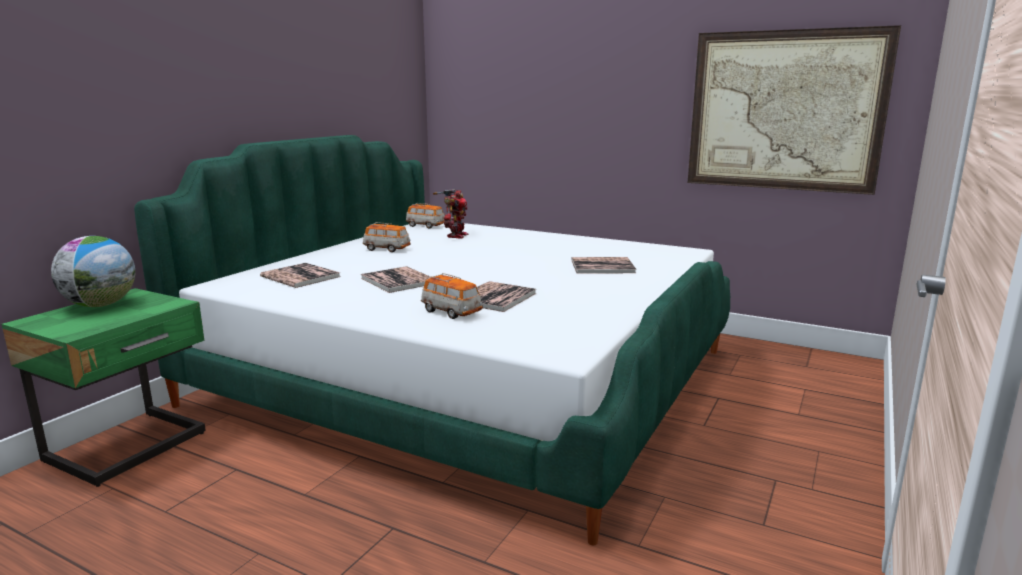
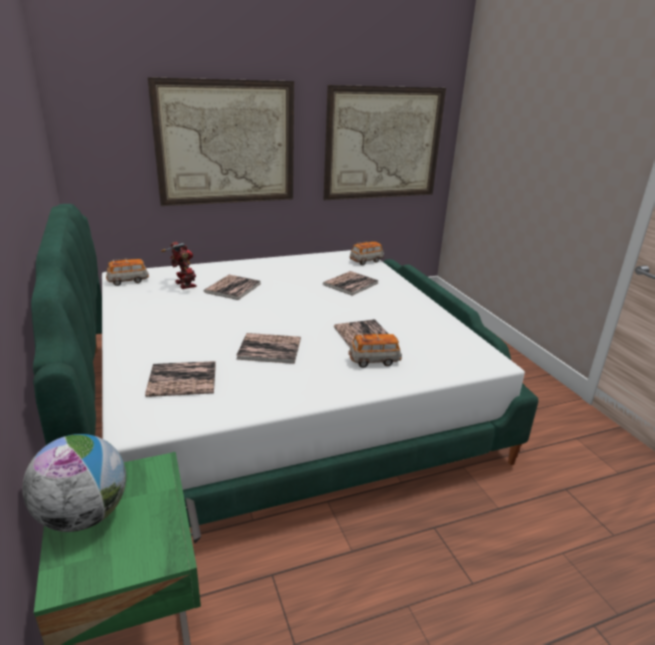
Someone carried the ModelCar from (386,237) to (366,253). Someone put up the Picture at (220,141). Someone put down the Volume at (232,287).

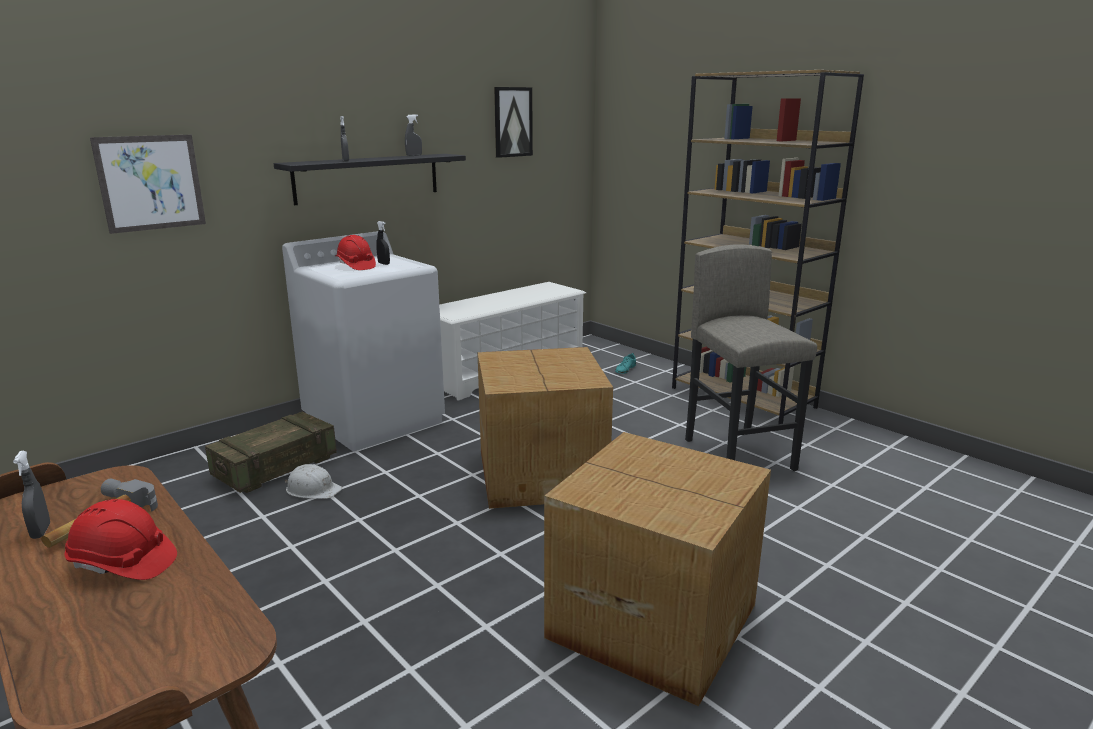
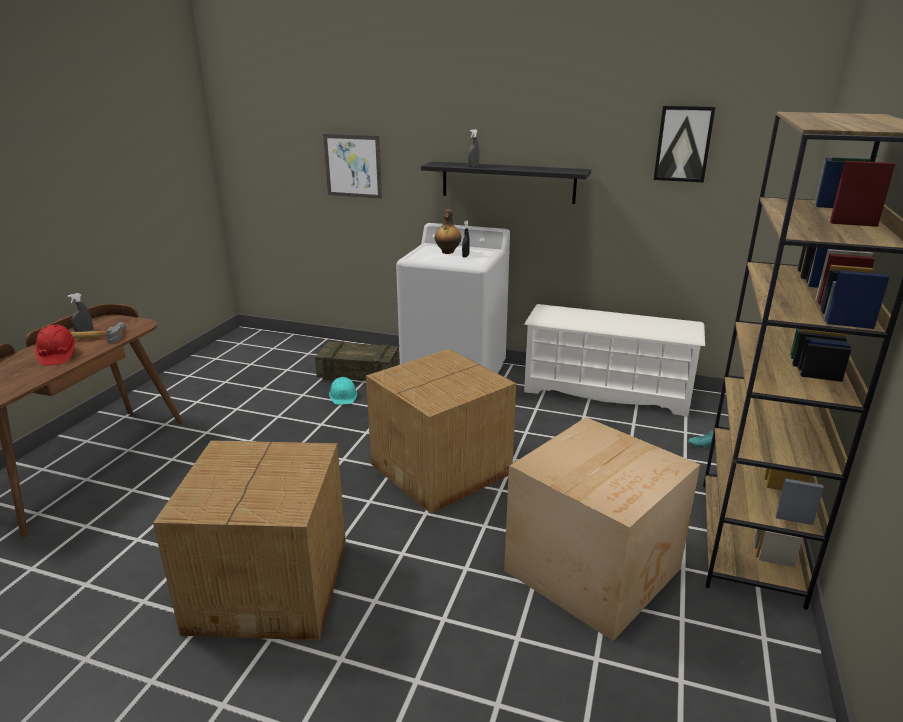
Someone took away the GrayHandSprayer at (413,135). Someone swapped the ReddishHardHat at (356,252) for the Bottle at (448,232). Someone swapped the GraySittingStool at (751,358) for the Carton at (602,529). Someone repainted the WhiteHardHat at (313,481), which became the BlueGreenHardHat at (343,391).

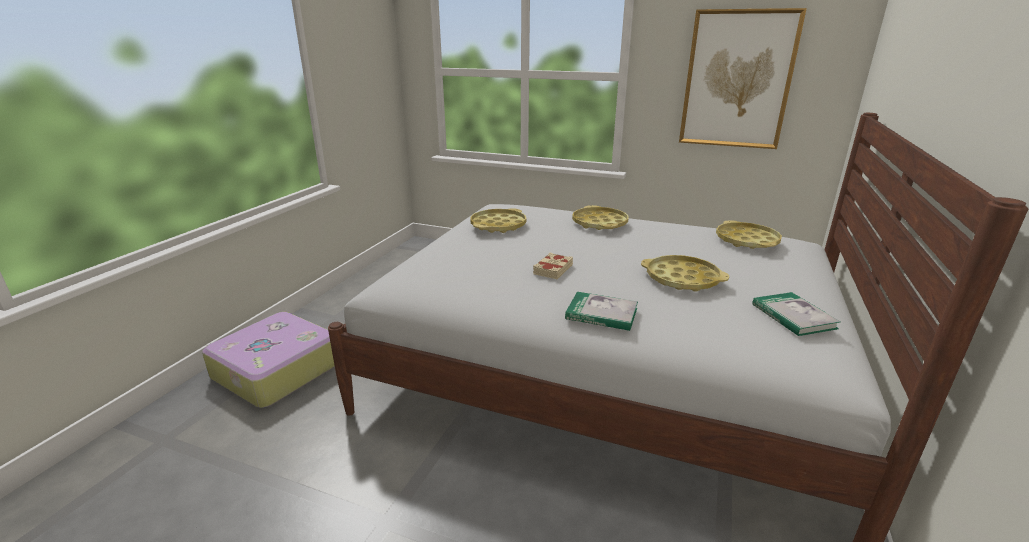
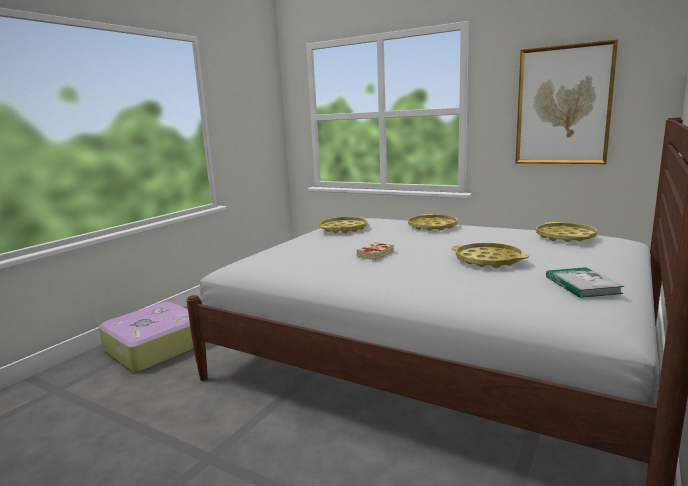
Someone took away the Volume at (601,311).

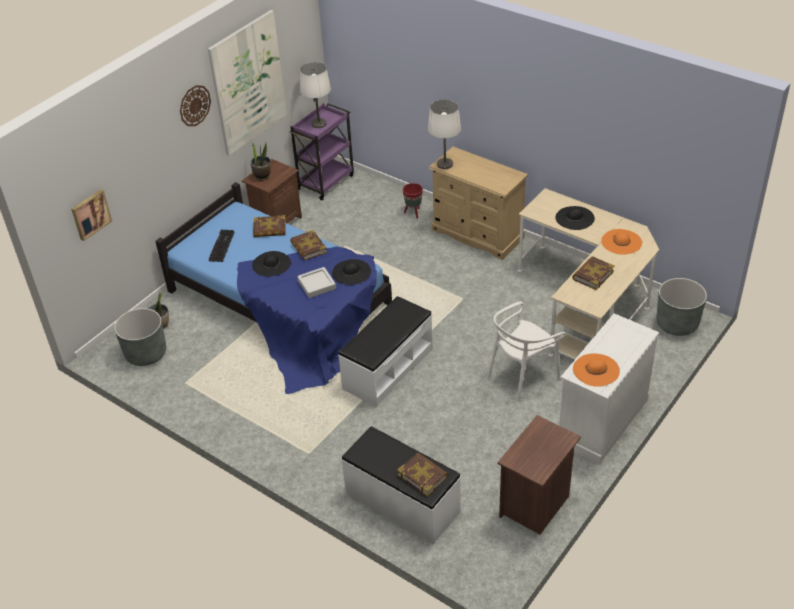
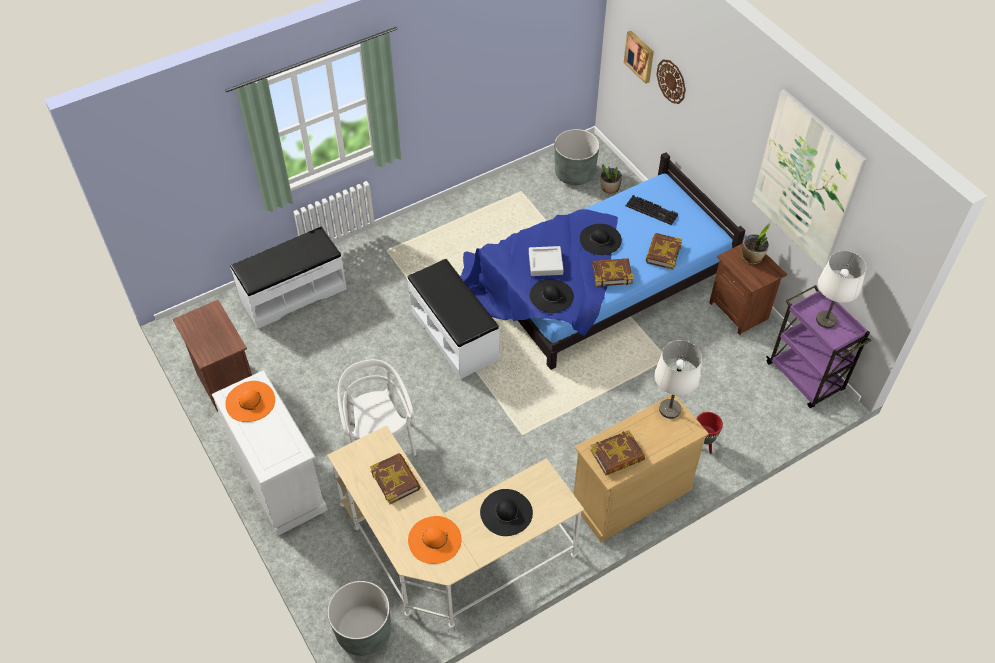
Someone carried the ClockOnTheWall from (195,105) to (671,81). Someone carried the Volume from (423,475) to (617,452).

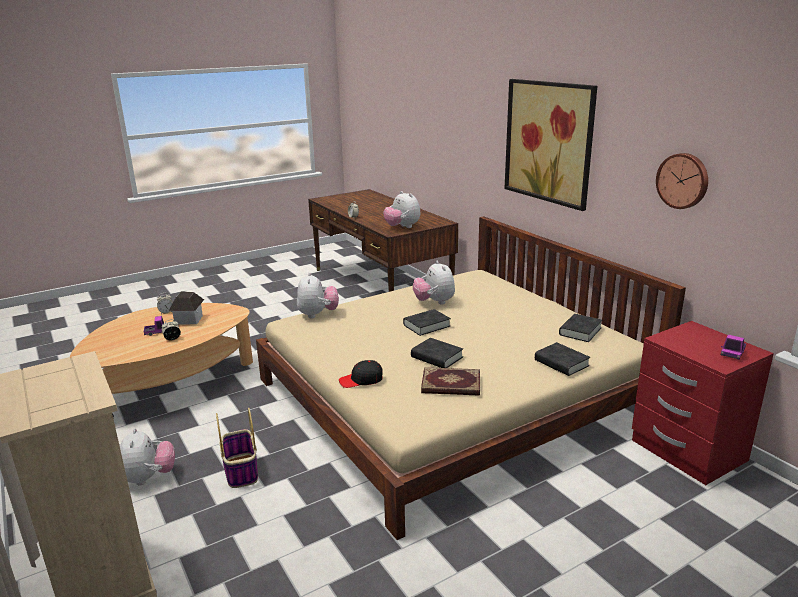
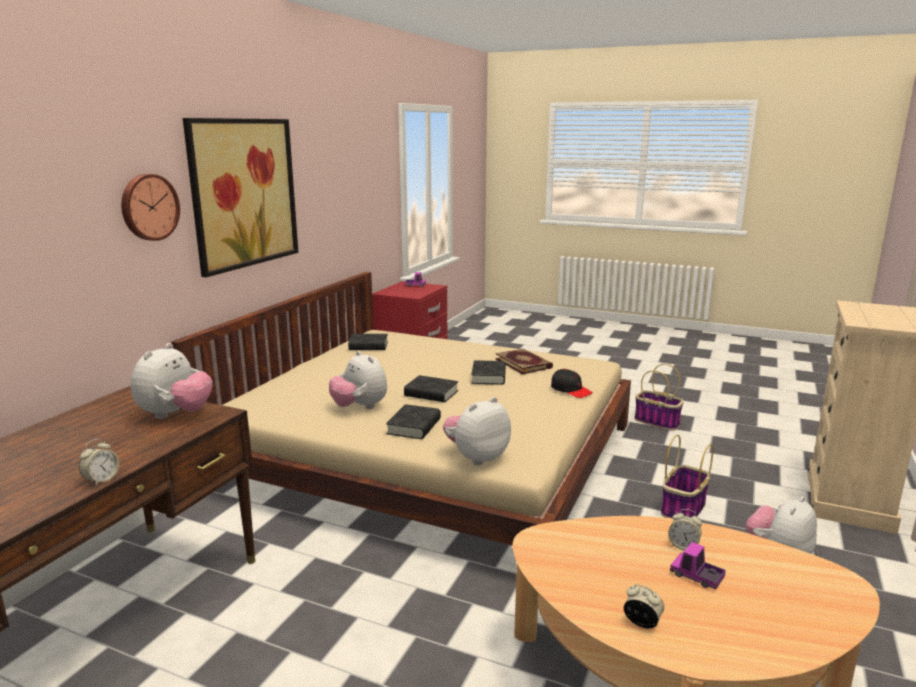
Someone carried the ClockOnTheWall from (682,181) to (150,207). Someone rotated the SoftToy at (434,283) by 105 degrees clockwise. Someone took away the ModelHouse at (186,308). Someone carried the BlackColouredVolume from (562,359) to (413,421). Someone put down the Basket at (659,397).

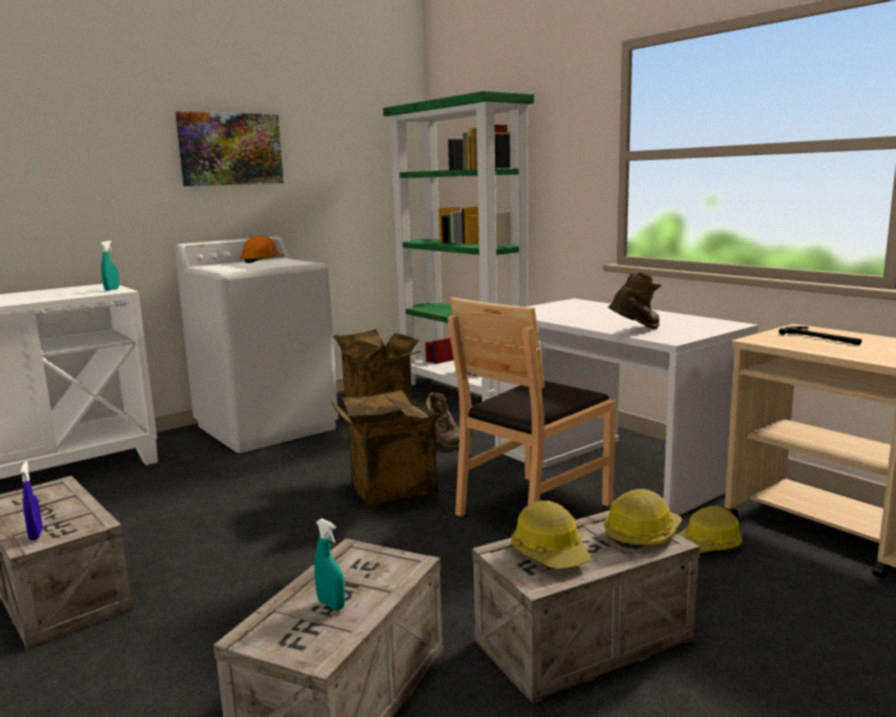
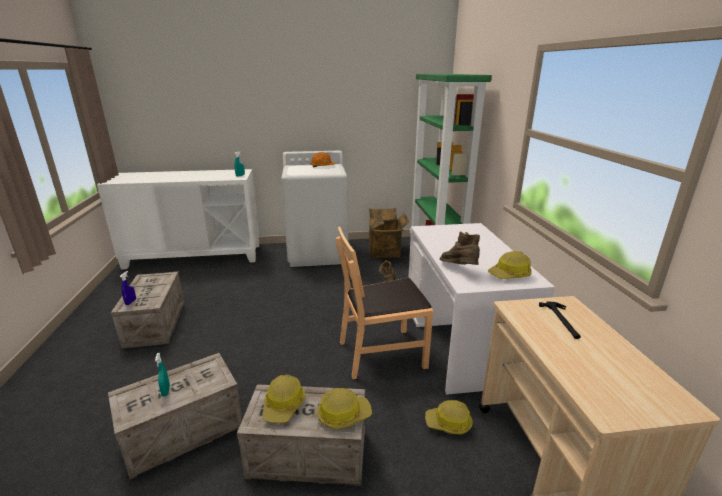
Someone took away the Picture at (229,148). Someone rotated the BrownColouredBoot at (635,300) by 105 degrees counterclockwise. Someone took away the Carton at (387,448). Someone put down the HardHat at (509,265).

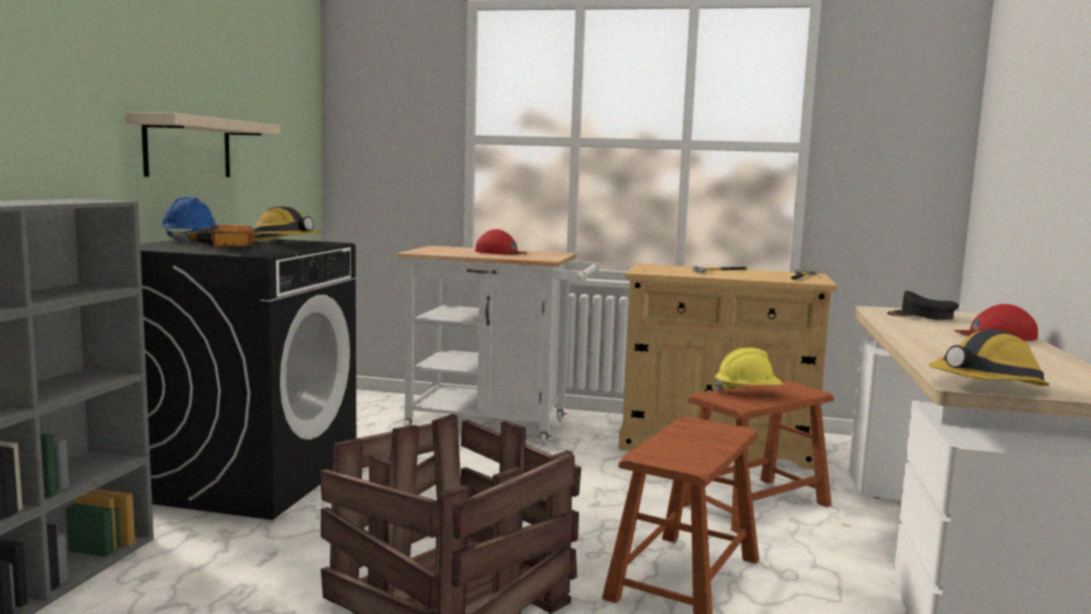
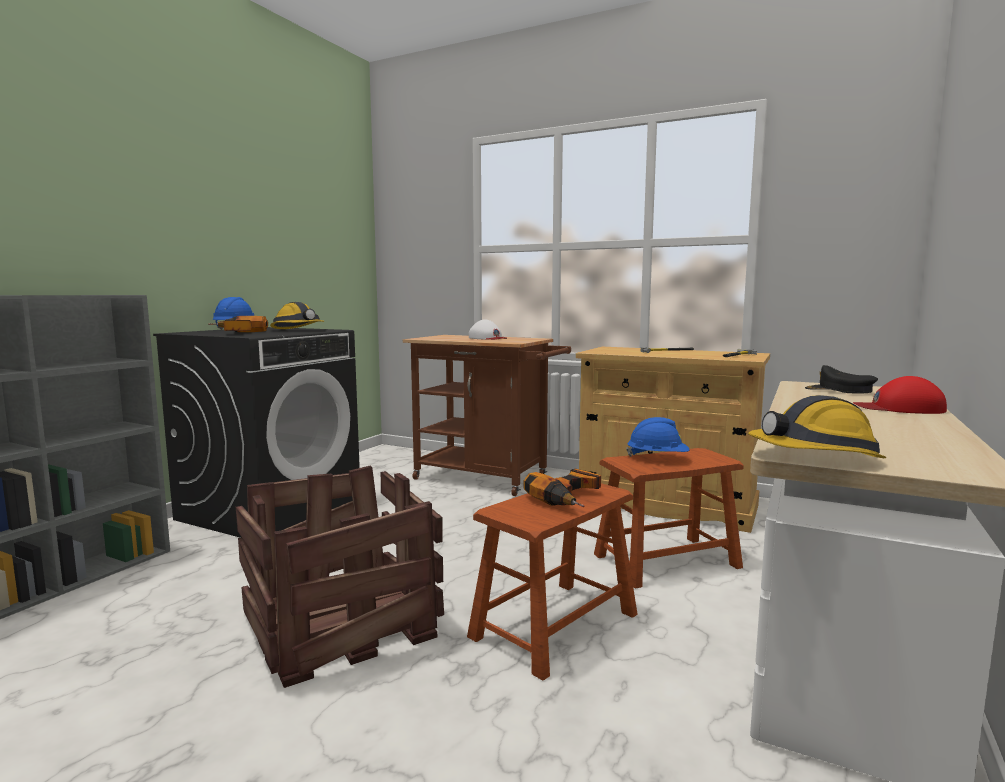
Someone took away the BeigeBracketShelf at (202,144). Someone repainted the ReddishPeakedCap at (501,242), which became the WhitePeakedCap at (488,329). Someone repainted the WhiteTrolley at (498,345), which became the BrownColouredTrolley at (487,415). Someone repainted the YellowishHardHat at (748,370), which became the BluishHardHat at (657,437). Someone put down the Drill at (562,488).

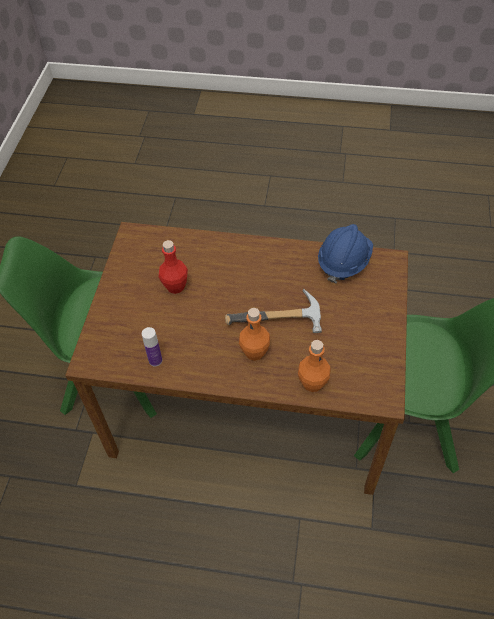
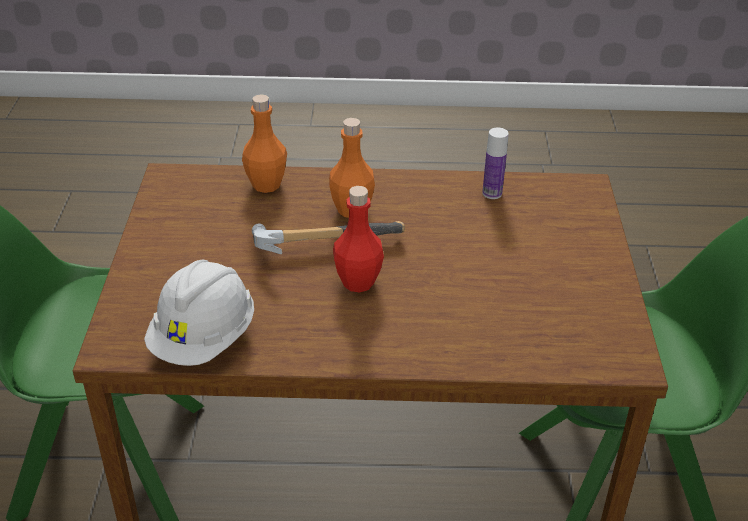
Someone repainted the BluishHardHat at (345,254), which became the WhiteHardHat at (199,313). Someone carried the ReddishBottle from (173,267) to (358,239).

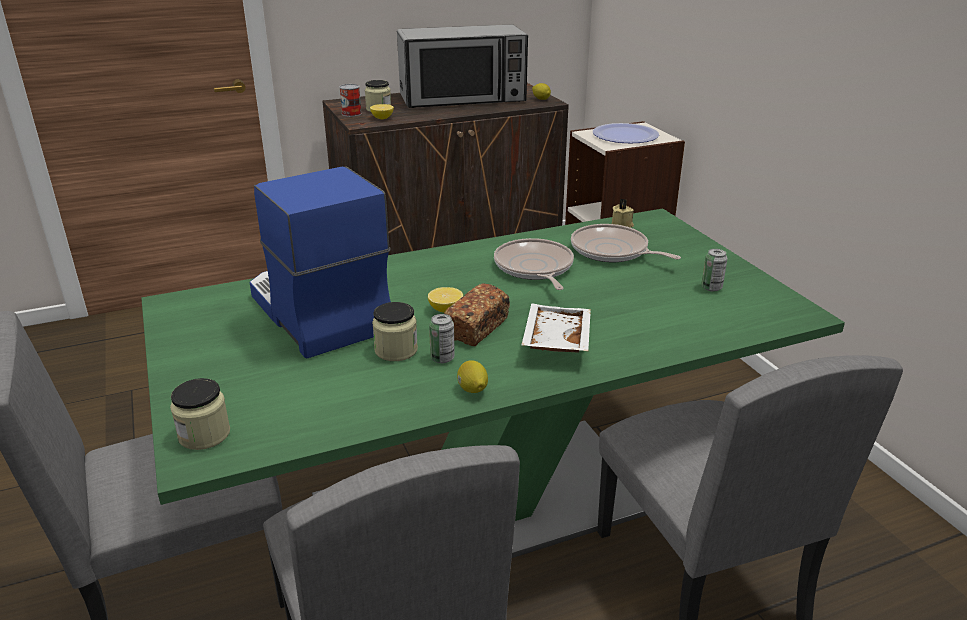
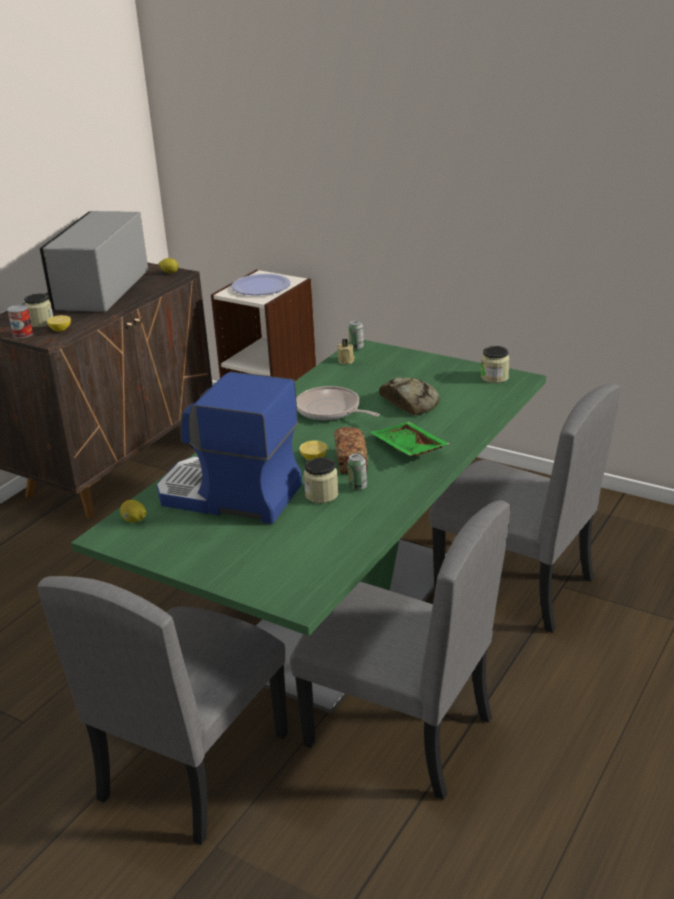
Someone rotated the Microwave at (462,66) by 150 degrees clockwise. Someone took away the Pan at (626,243). Someone carried the MetalCan from (714,270) to (356,335). Someone repainted the WhiteCarryingTray at (556,328), which became the GreenCarryingTray at (410,439). Someone carried the Lemon from (472,376) to (133,511). Someone carried the StorageJar from (200,414) to (495,364). Someone put down the Bread at (409,396).

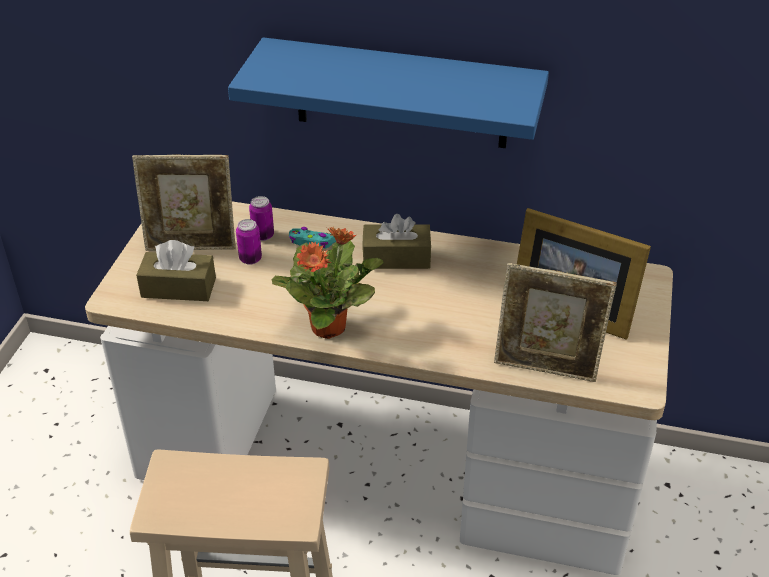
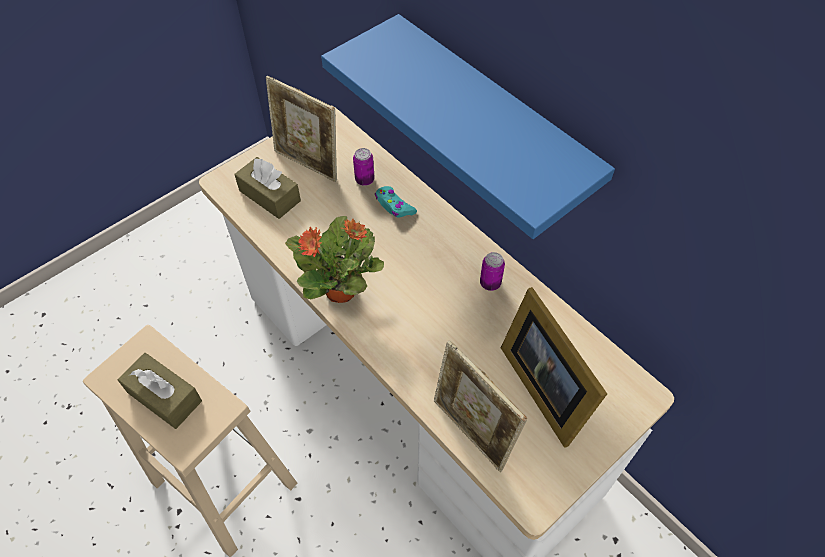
Someone carried the BrownColouredBoxOfTissues from (396,241) to (160,391). Someone carried the MetalCan from (249,242) to (492,271).

